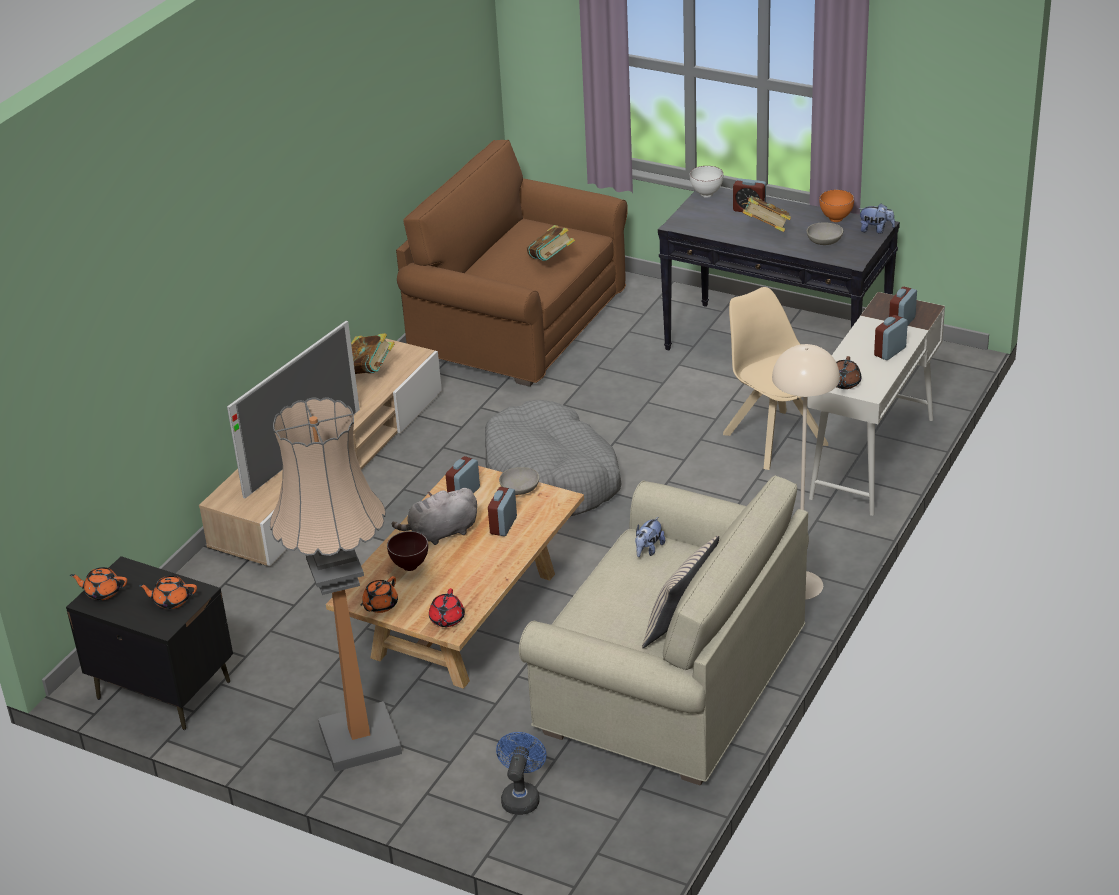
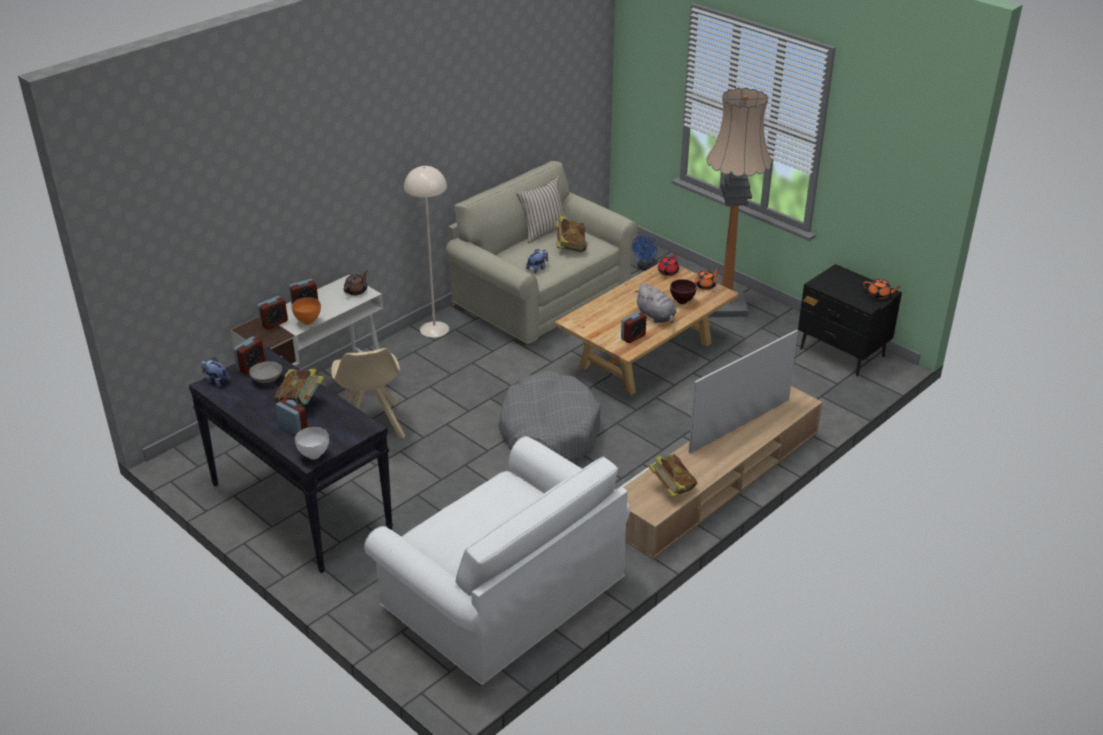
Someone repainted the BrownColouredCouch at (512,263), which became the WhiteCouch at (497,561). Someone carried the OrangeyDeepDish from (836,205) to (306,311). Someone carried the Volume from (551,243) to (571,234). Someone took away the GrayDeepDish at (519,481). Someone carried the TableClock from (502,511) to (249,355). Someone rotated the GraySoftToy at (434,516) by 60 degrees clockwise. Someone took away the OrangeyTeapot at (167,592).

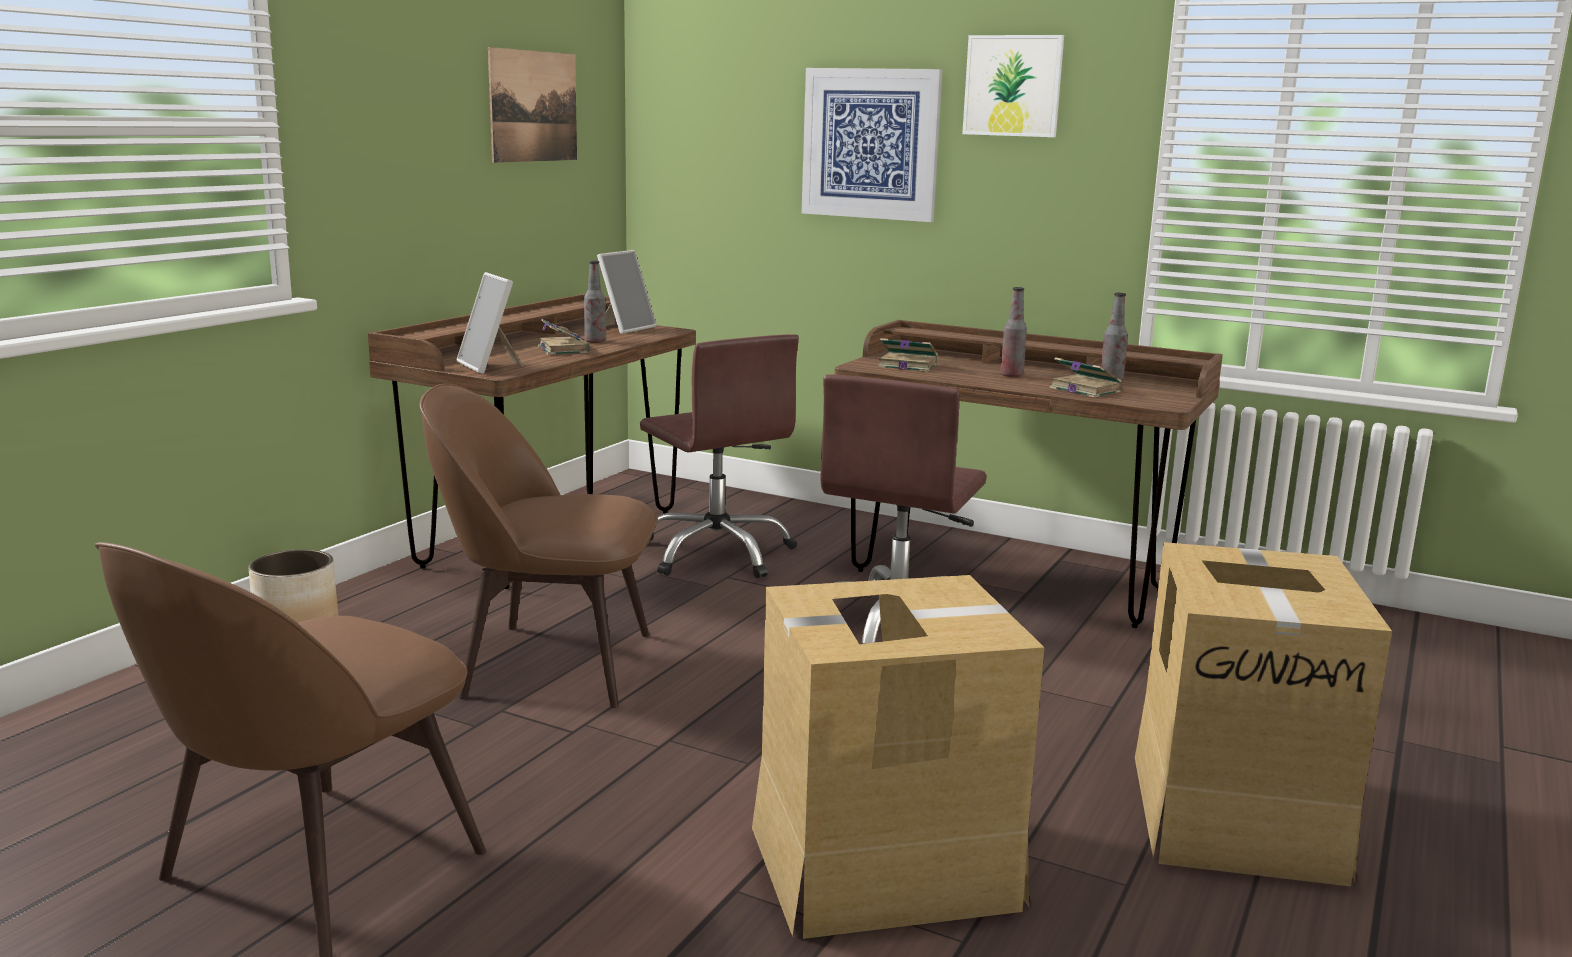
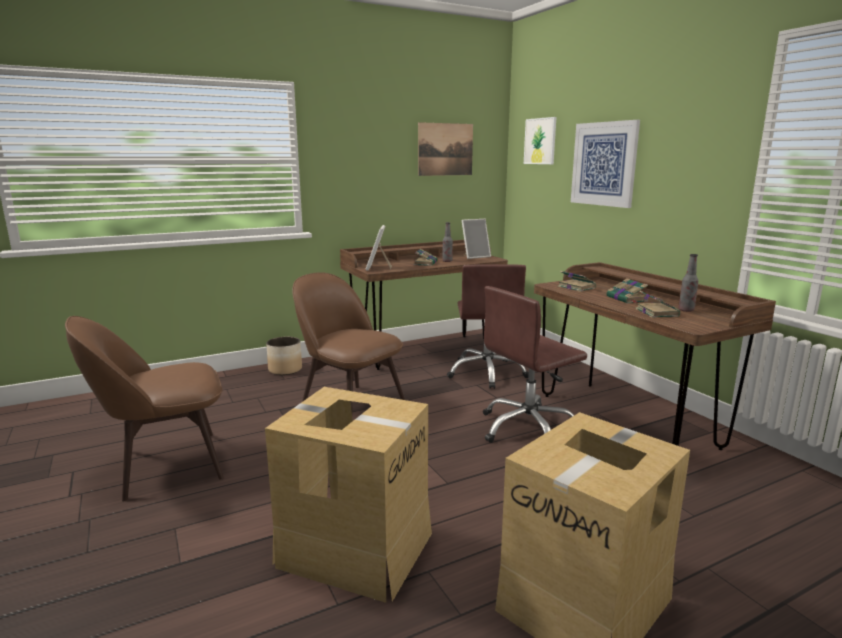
Someone carried the Picture from (1013,86) to (540,140). Someone swapped the Bottle at (1013,332) for the Volume at (627,291).

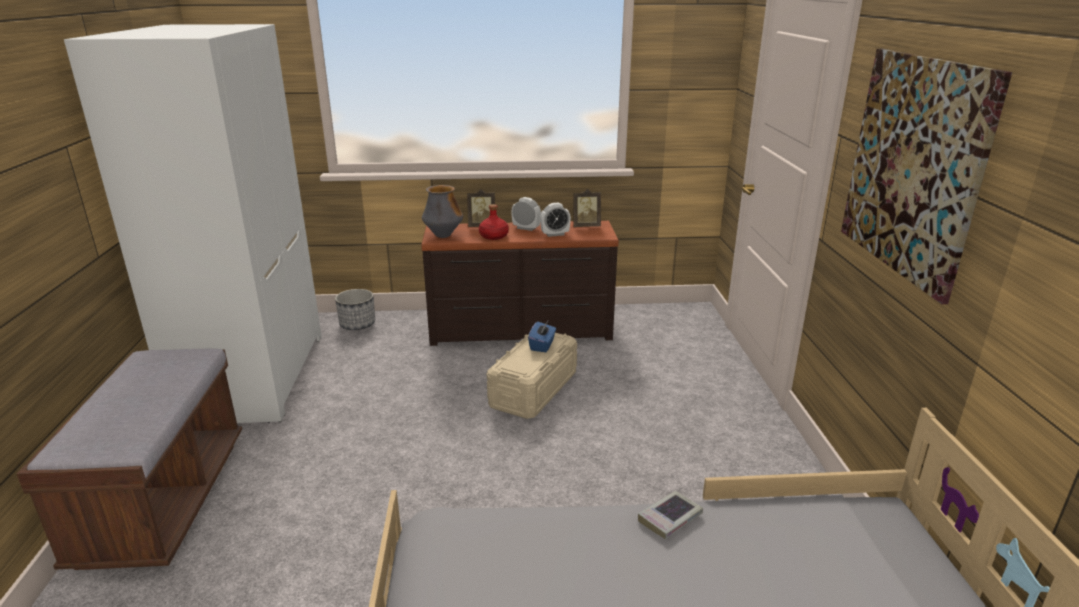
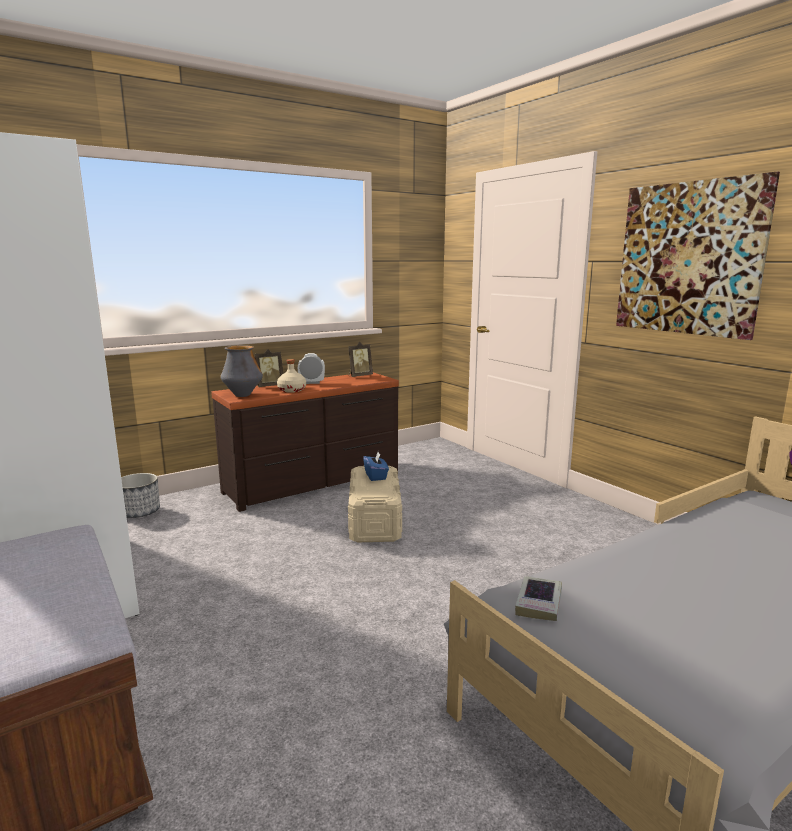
Someone took away the TableClock at (555,220). Someone repainted the ReddishBottle at (494,222), which became the BeigeBottle at (291,376). Someone carried the Volume from (670,515) to (538,598).

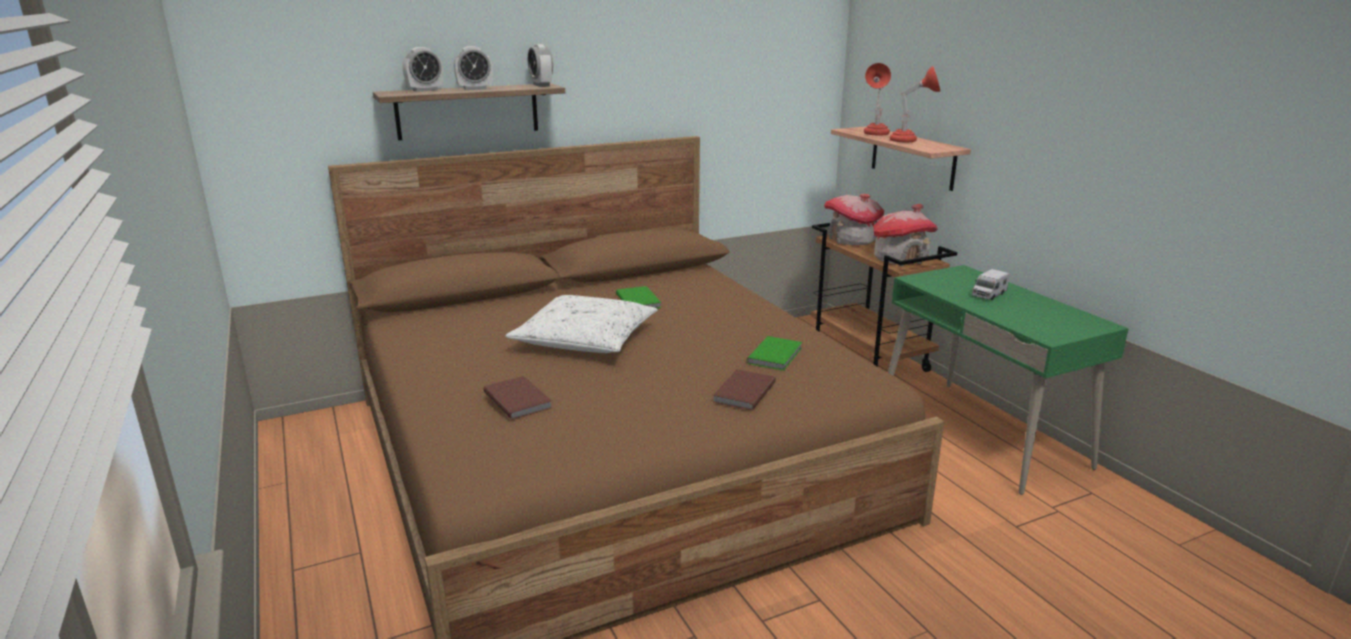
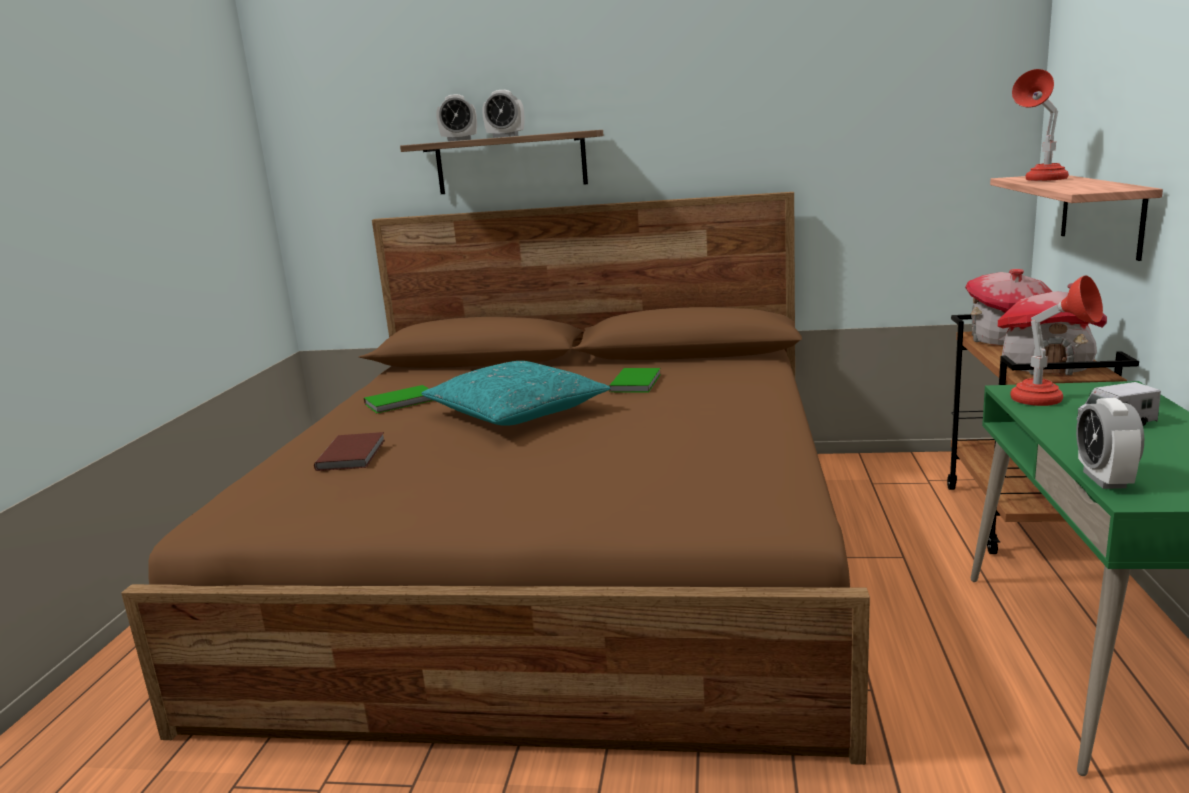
Someone carried the TableClock from (540,65) to (1110,443). Someone carried the ReddishTableLamp from (915,104) to (1056,340). Someone repainted the WhiteThrowPillow at (581,324), which became the BlueGreenThrowPillow at (516,393). Someone carried the GreenVolume from (774,353) to (399,399). Someone took away the BrownColouredVolume at (744,390).

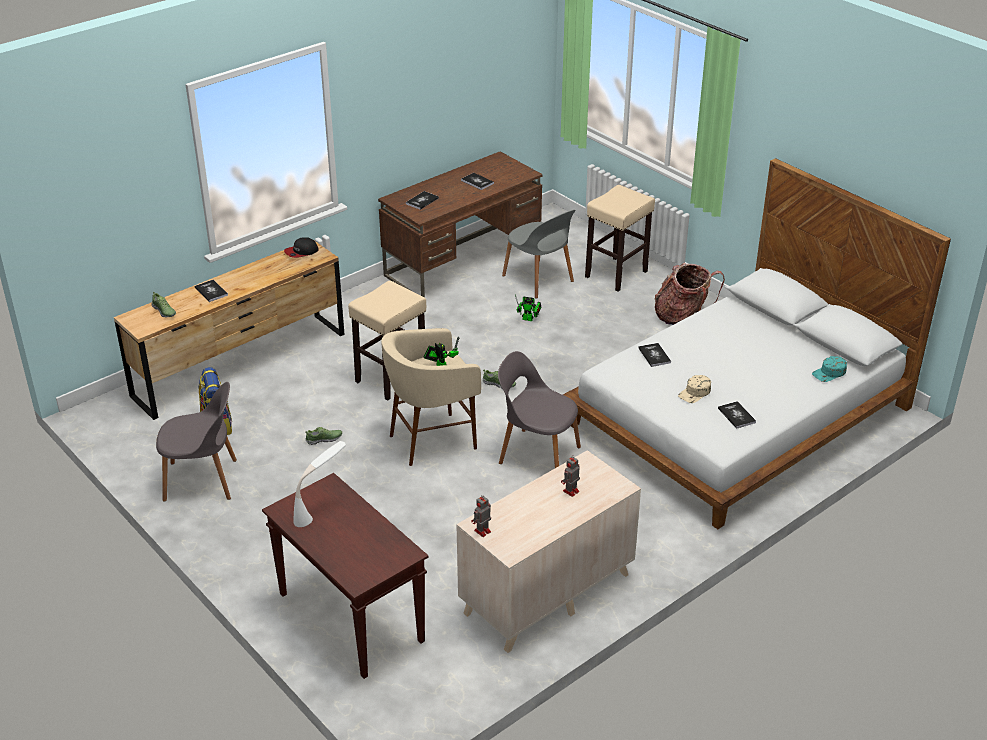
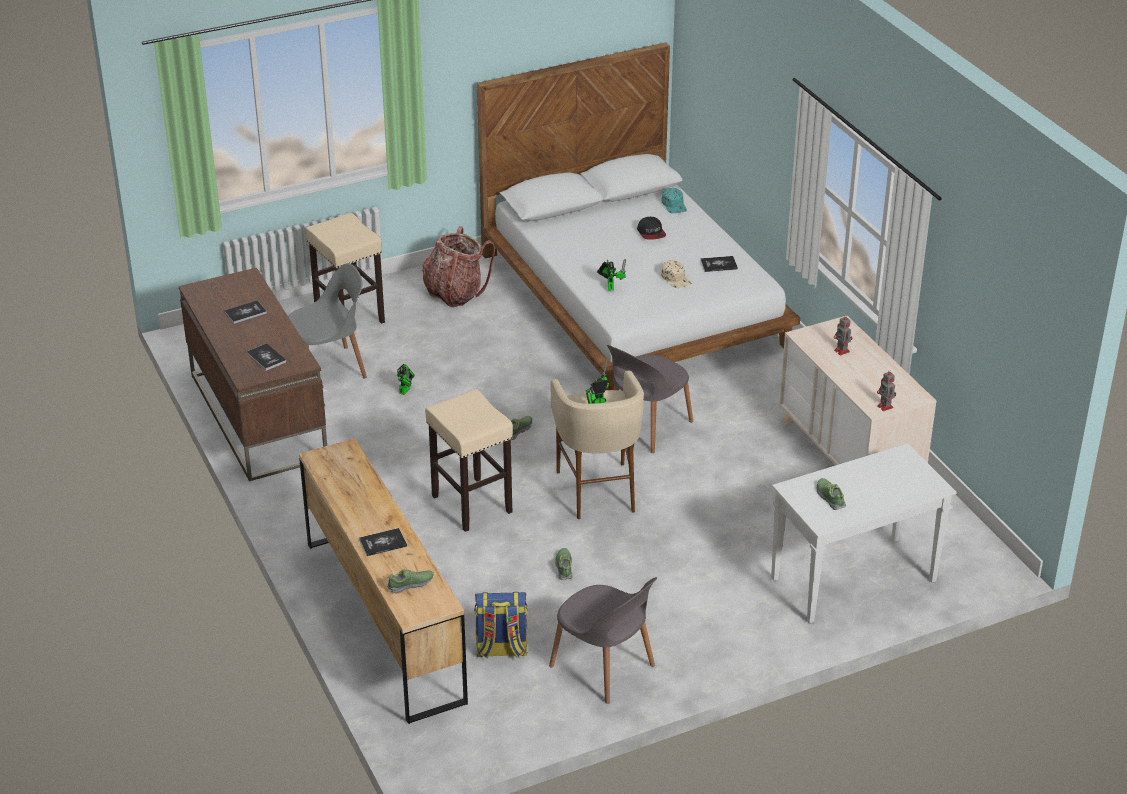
Someone carried the PeakedCap from (301,247) to (651,228). Someone swapped the Volume at (654,355) for the ModelRobot at (611,274). Someone rotated the GrayChair at (196,442) by 120 degrees clockwise. Someone swapped the WhiteTableLamp at (320,484) for the LowShoe at (831,494). Someone repainted the BrownColouredConsoleTable at (345,576), which became the WhiteConsoleTable at (864,533).

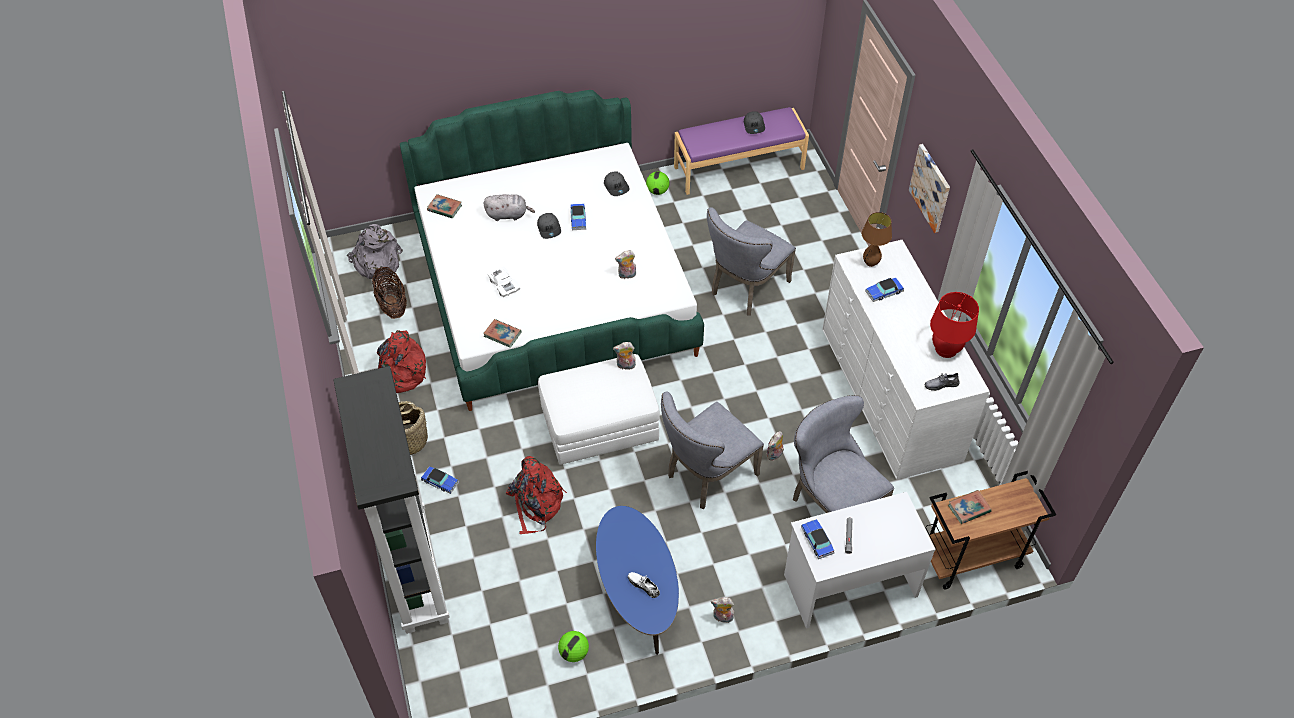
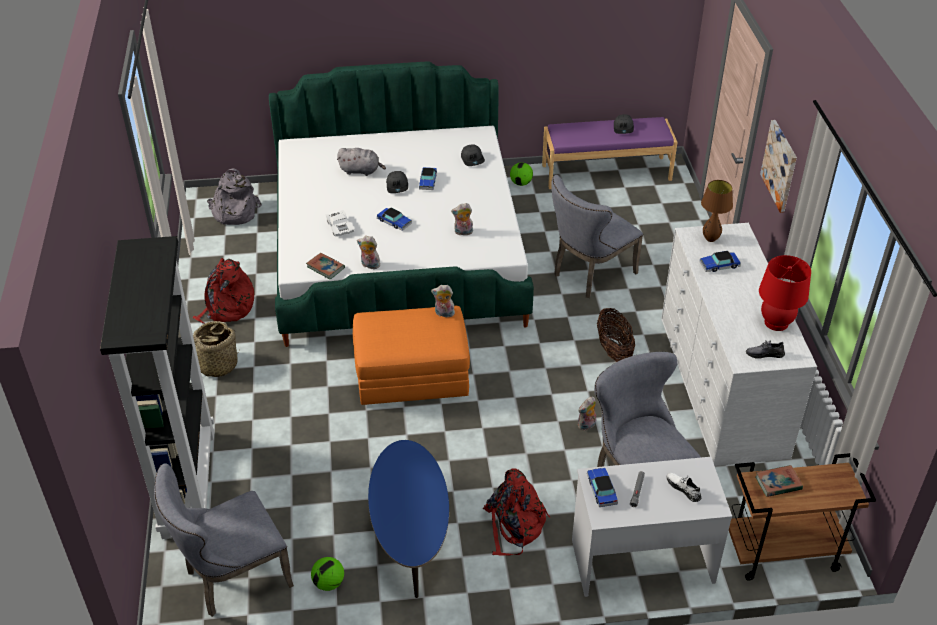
Someone took away the Volume at (444,206). Someone carried the Basket from (389,293) to (616,335). Someone repainted the WhitePouffe at (599,409), which became the OrangeyPouffe at (411,355). Someone carried the GrayChair from (712,450) to (224,540). Someone carried the ReddishKnapsack from (536,495) to (516,511). Someone carried the ModelCar from (440,480) to (394,219). Someone carried the WhiteLowShoe from (644,585) to (684,487). Someone carried the SoftToy from (722,610) to (369,252).

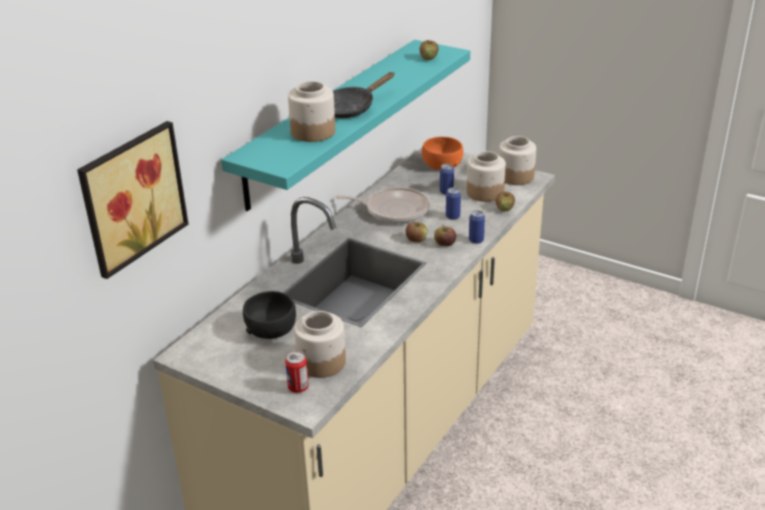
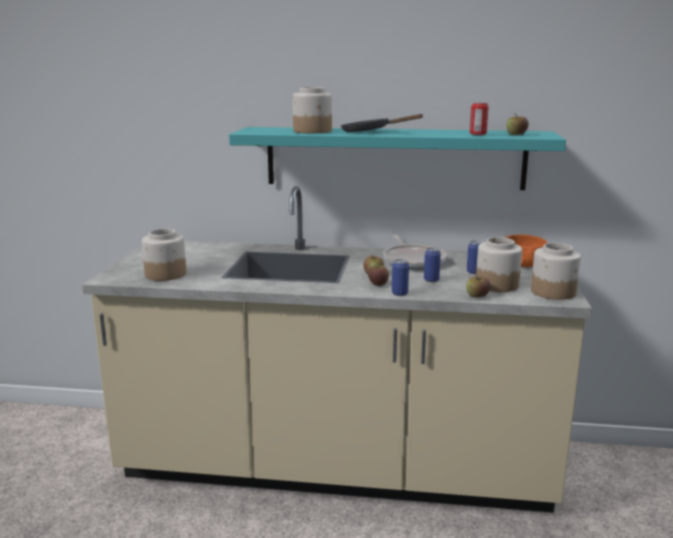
Someone took away the Picture at (133,200). Someone took away the BlackColouredDeepDish at (269,315). Someone carried the MetalCan from (297,372) to (479,119).

